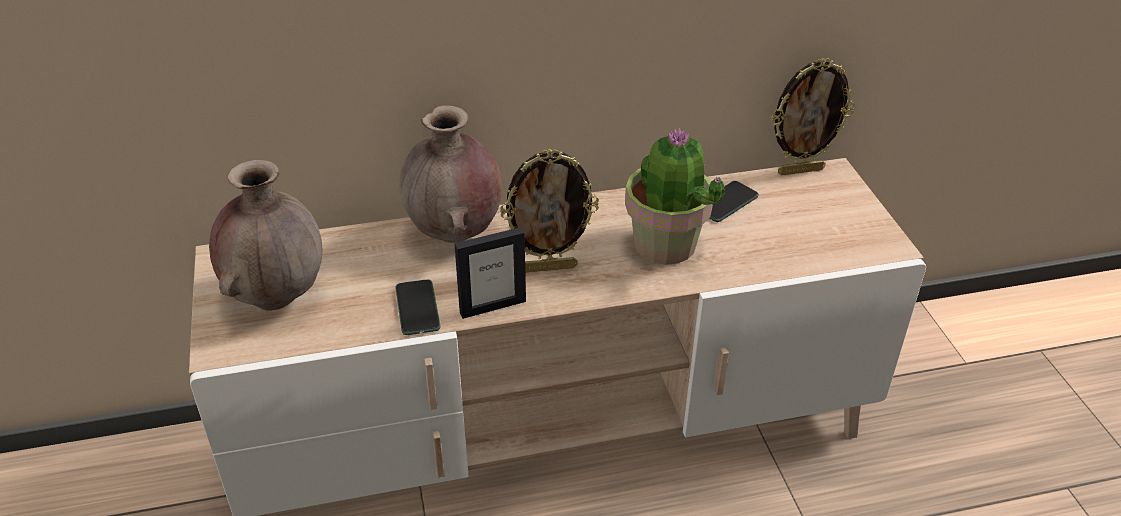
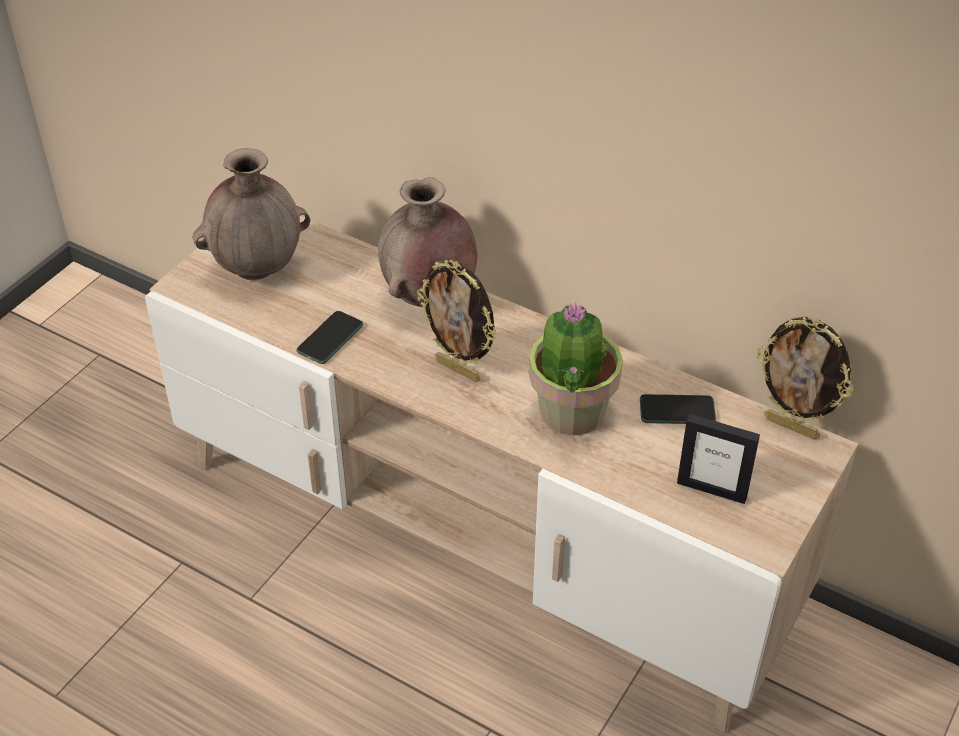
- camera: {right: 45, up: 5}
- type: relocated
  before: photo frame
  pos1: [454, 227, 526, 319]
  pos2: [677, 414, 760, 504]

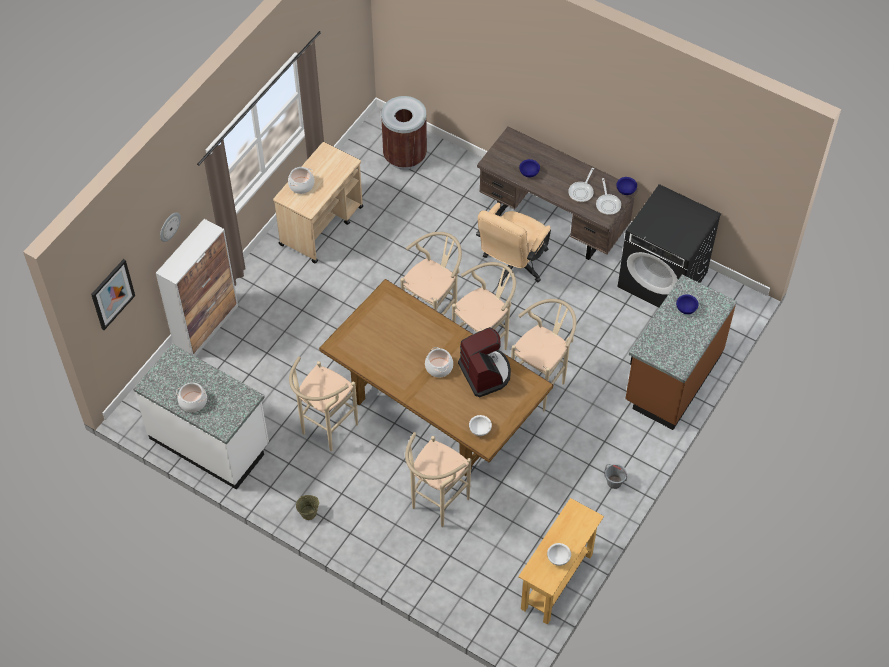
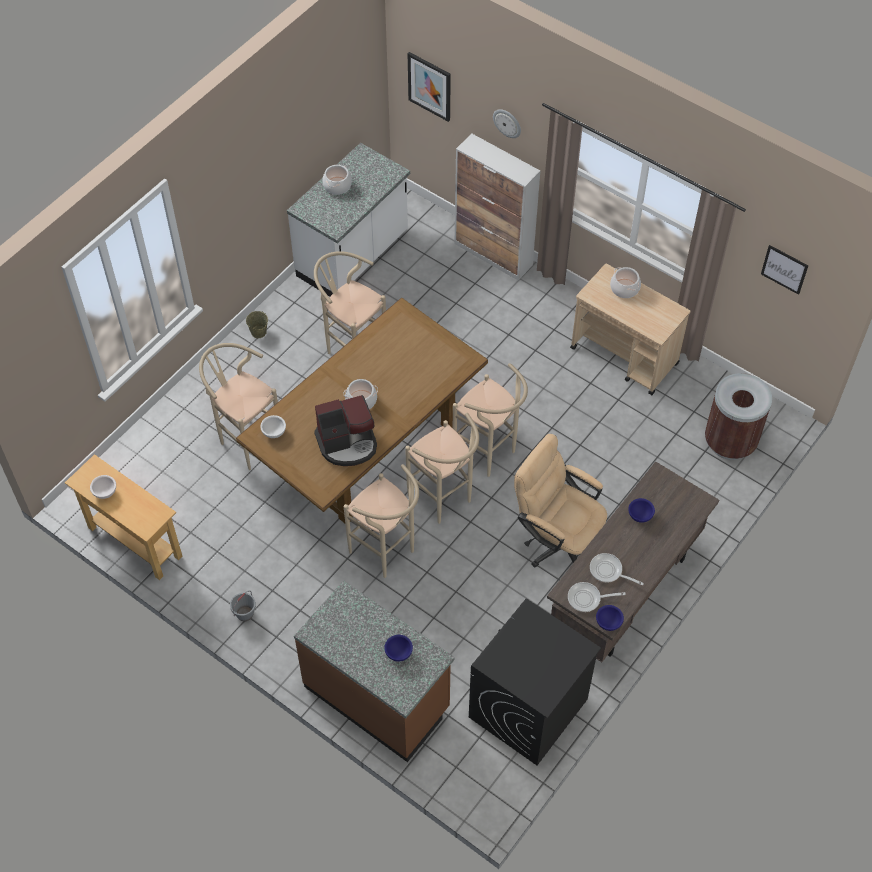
- camera: {right: 95, up: 0}
- type: appeared
  after: picture
  pos2: [761, 245, 808, 295]

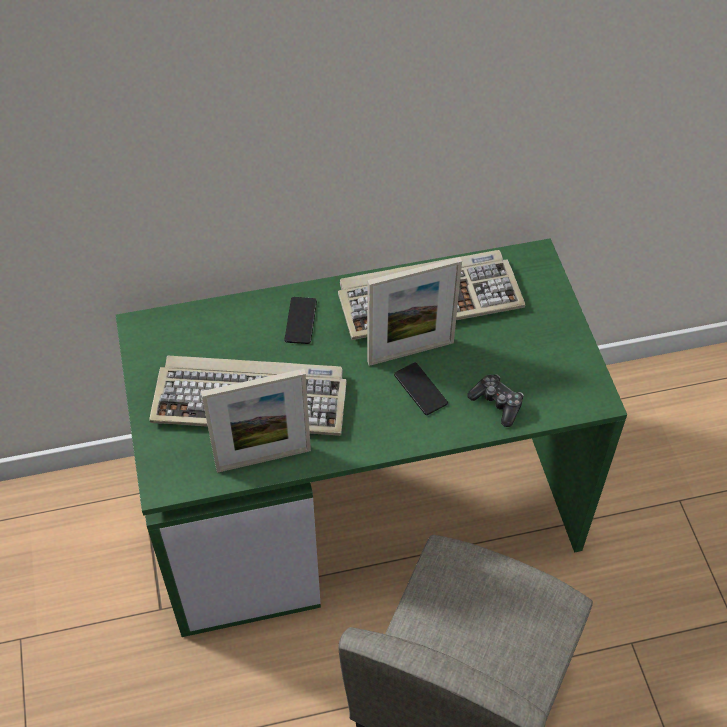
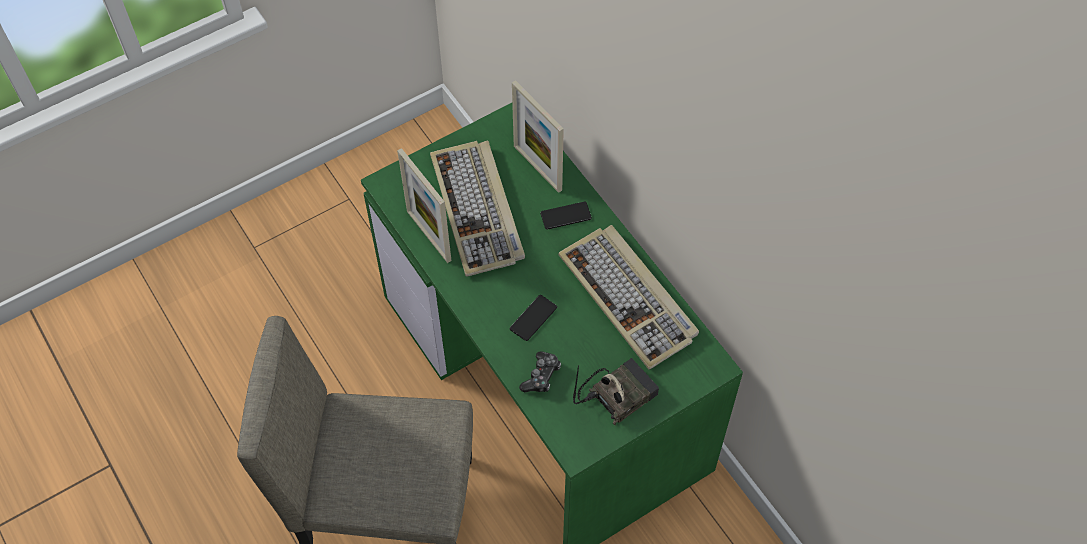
- camera: {right: 70, up: 5}
- type: relocated
  before: photo frame
  pos1: [367, 257, 462, 366]
  pos2: [512, 80, 564, 193]
- type: appeared
  after: radio
  pos2: [573, 358, 659, 425]

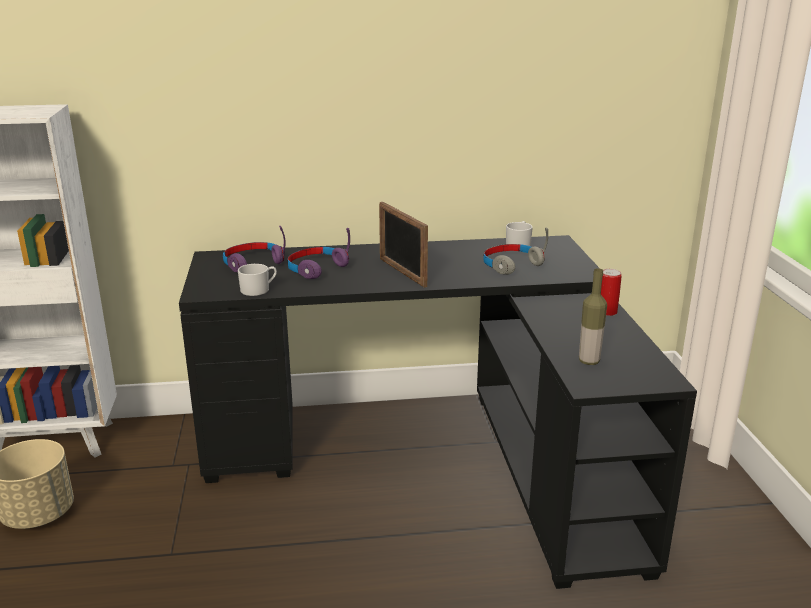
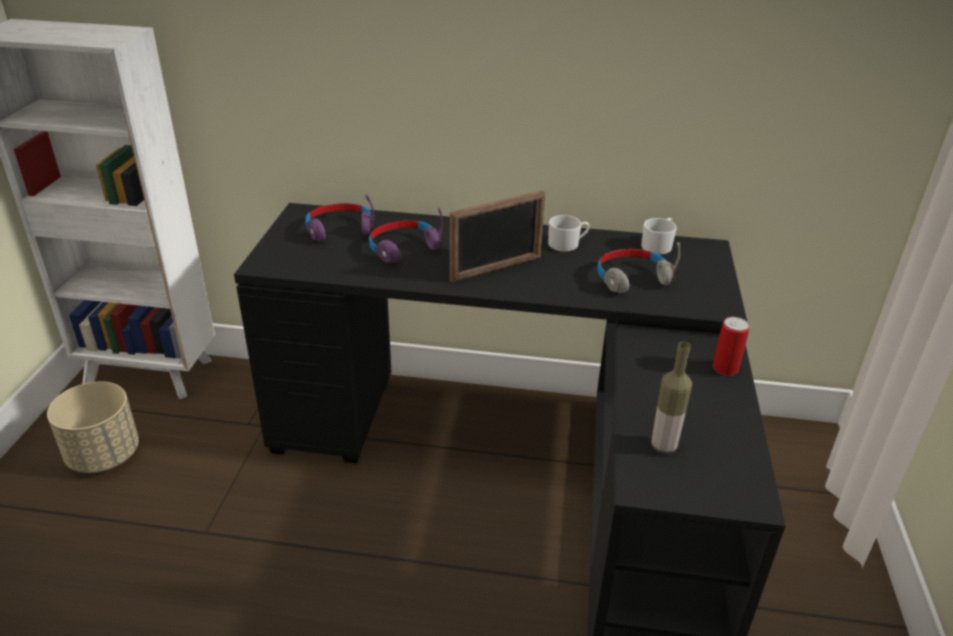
- camera: {right: 15, up: 10}
- type: spun
  before: photo frame
  pos1: [379, 202, 428, 288]
  pos2: [450, 191, 545, 282]
  turn: -105
- type: relocated
  before: white mug
  pos1: [238, 264, 277, 296]
  pos2: [548, 215, 590, 252]

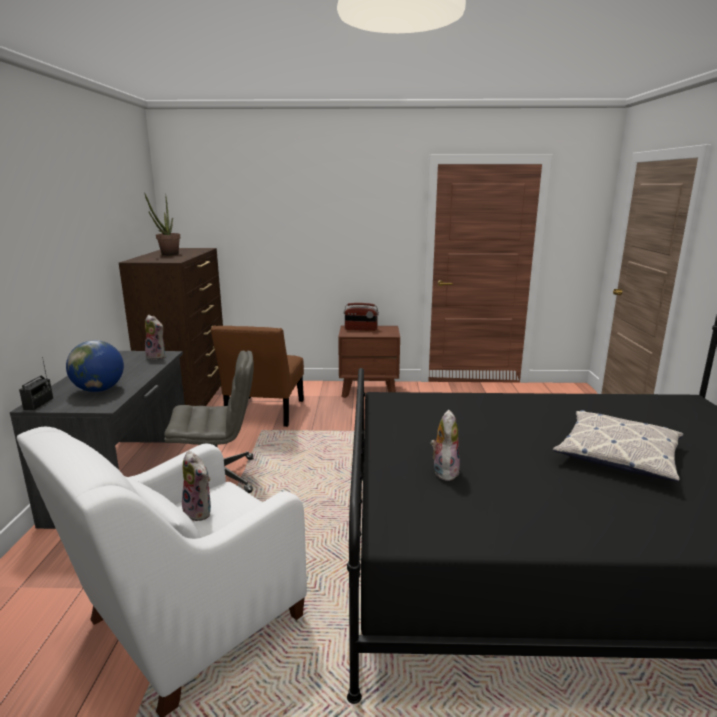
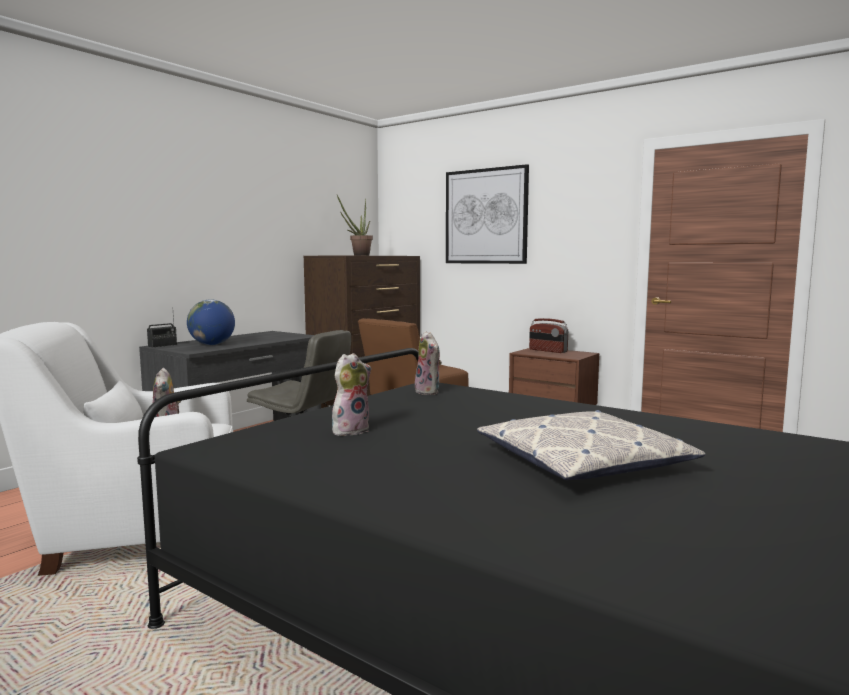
- camera: {right: 35, up: -10}
- type: relocated
  before: soft toy
  pos1: [145, 315, 165, 360]
  pos2: [415, 331, 442, 395]
- type: appeared
  after: picture
  pos2: [446, 164, 529, 264]

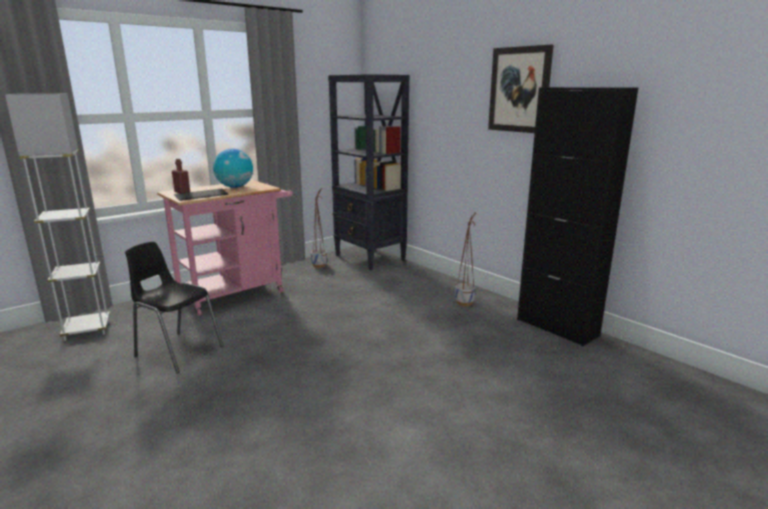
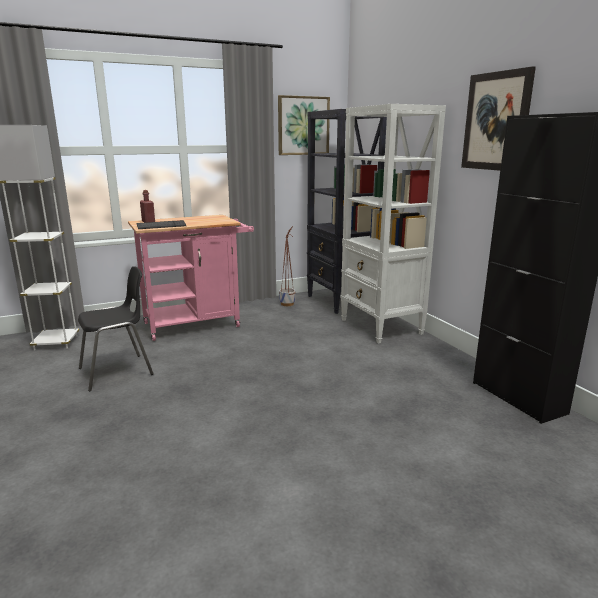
- camera: {right: 15, up: 0}
- type: spun
  before: black plain chair
  pos1: [125, 242, 223, 373]
  pos2: [78, 266, 154, 391]
  turn: 105
- type: appeared
  after: picture
  pos2: [278, 95, 330, 155]
- type: appeared
  after: white shelving unit
  pos2: [340, 104, 446, 344]
- type: missing
  before: world globe
  pos1: [213, 149, 253, 188]
- type: missing
  before: planter
  pos1: [455, 213, 476, 306]

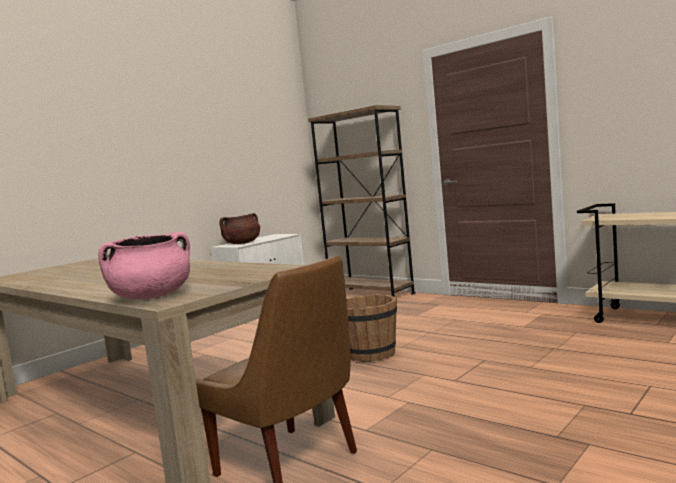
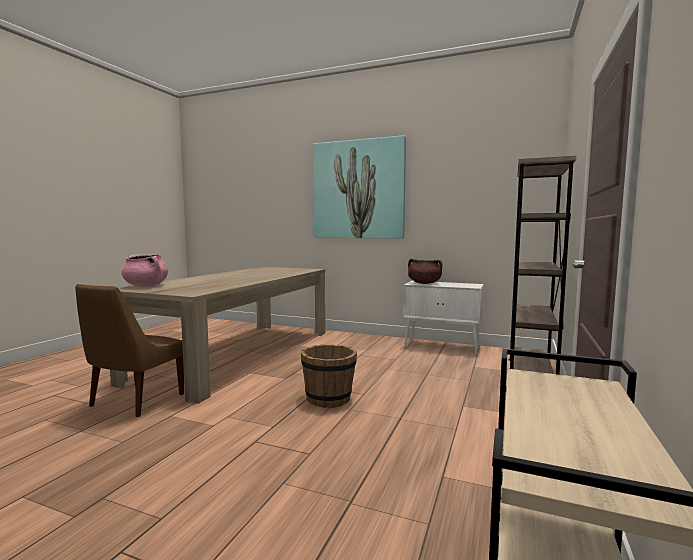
- camera: {right: 70, up: 0}
- type: appeared
  after: picture
  pos2: [313, 135, 406, 239]

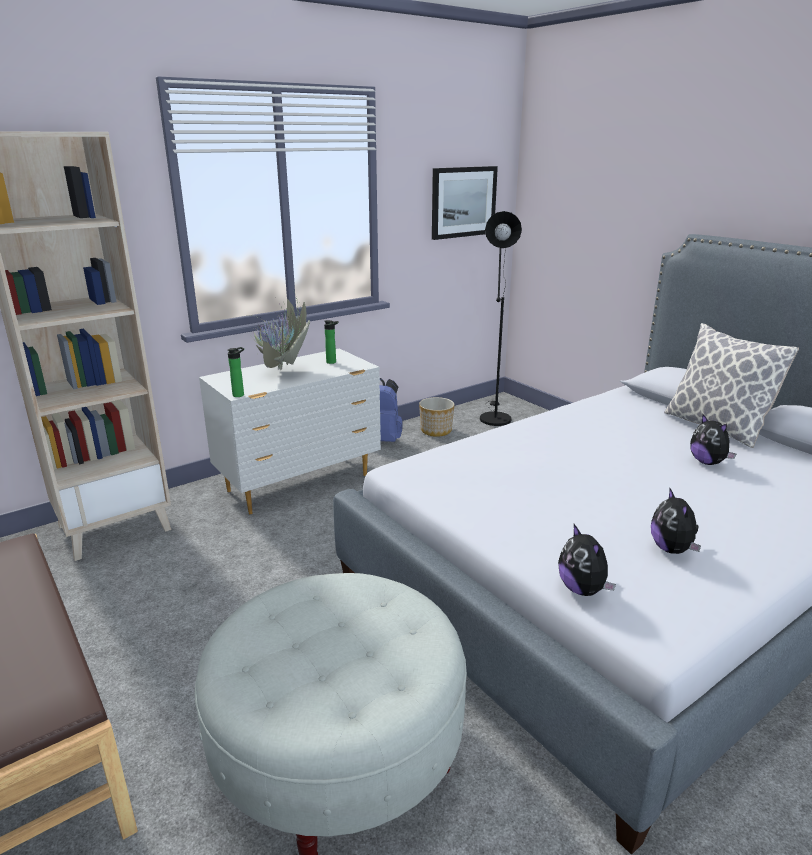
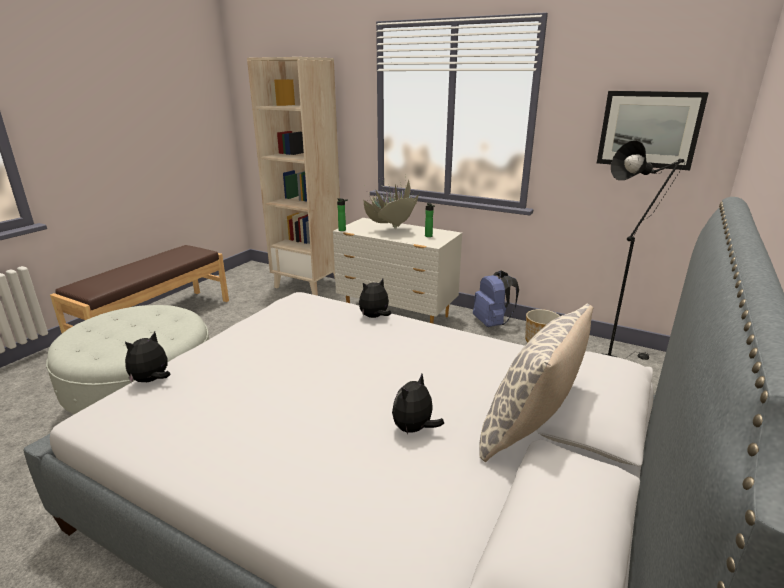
- camera: {right: 65, up: 0}
- type: relocated
  before: soft toy
  pos1: [651, 487, 701, 554]
  pos2: [359, 279, 391, 318]

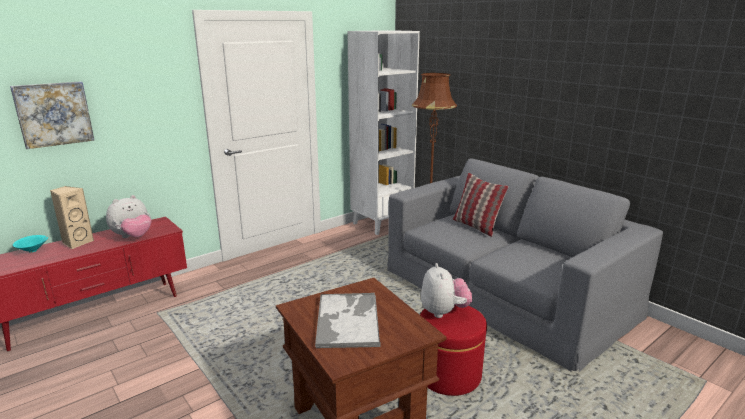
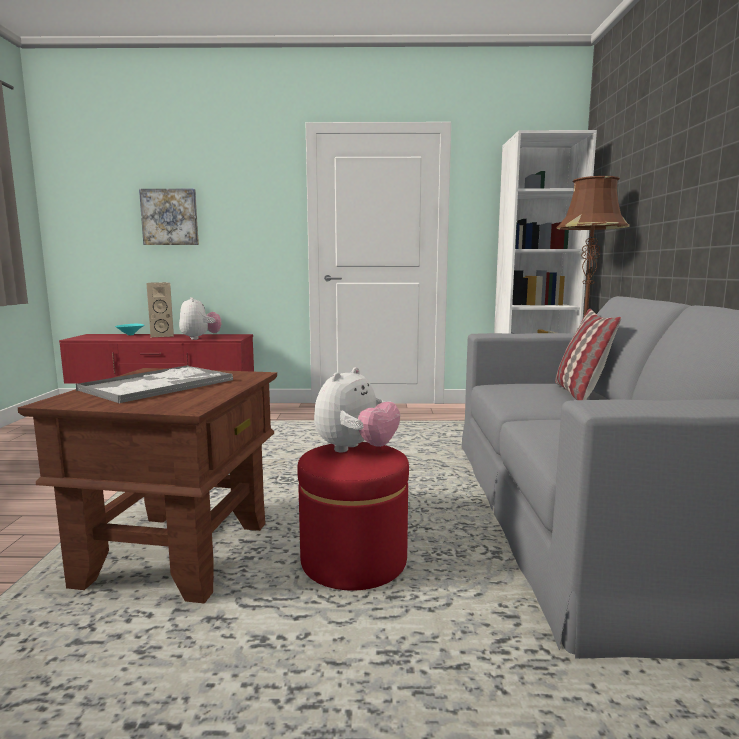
- camera: {right: 40, up: -10}
- type: spun
  before: soft toy
  pos1: [106, 195, 151, 238]
  pos2: [179, 297, 221, 340]
  turn: -105

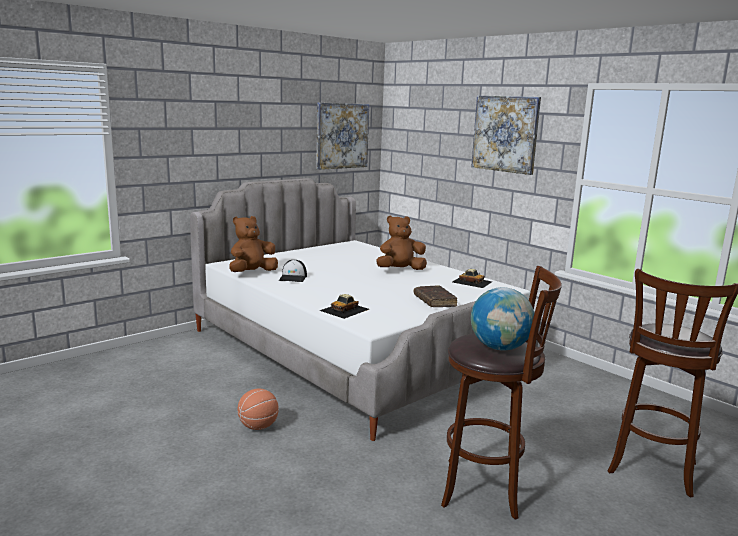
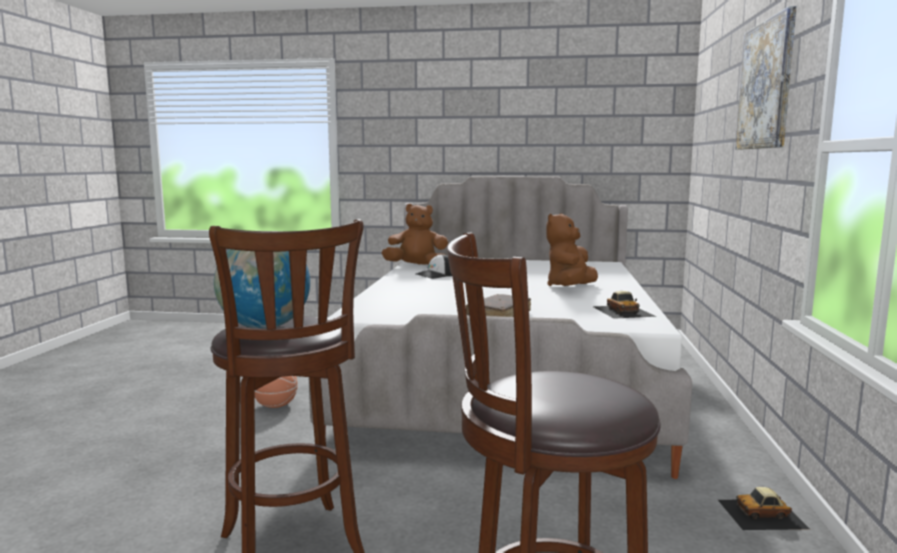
- camera: {right: 50, up: -5}
- type: spun
  before: brown soft toy
  pos1: [376, 215, 427, 270]
  pos2: [546, 213, 598, 286]
  turn: -90
- type: relocated
  before: toy car
  pos1: [319, 294, 369, 319]
  pos2: [718, 487, 810, 530]
- type: missing
  before: picture
  pos1: [316, 103, 369, 170]

